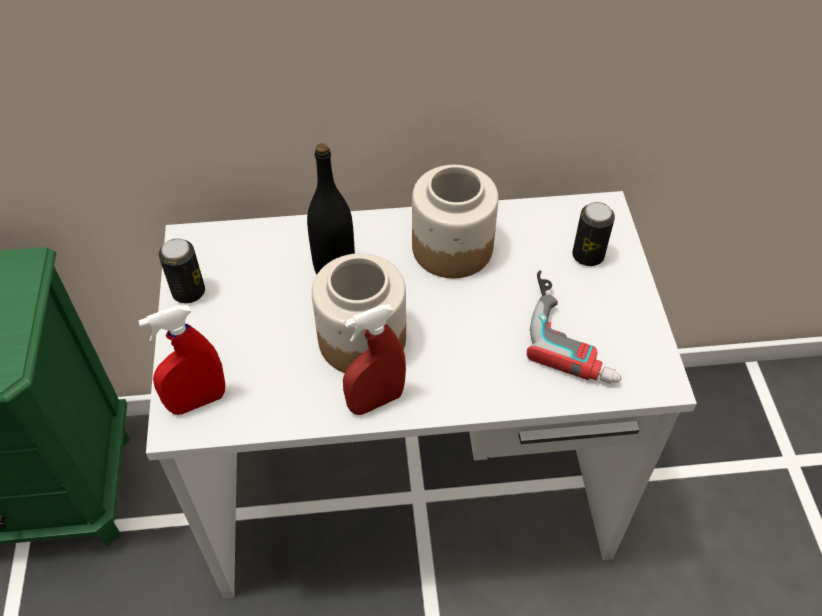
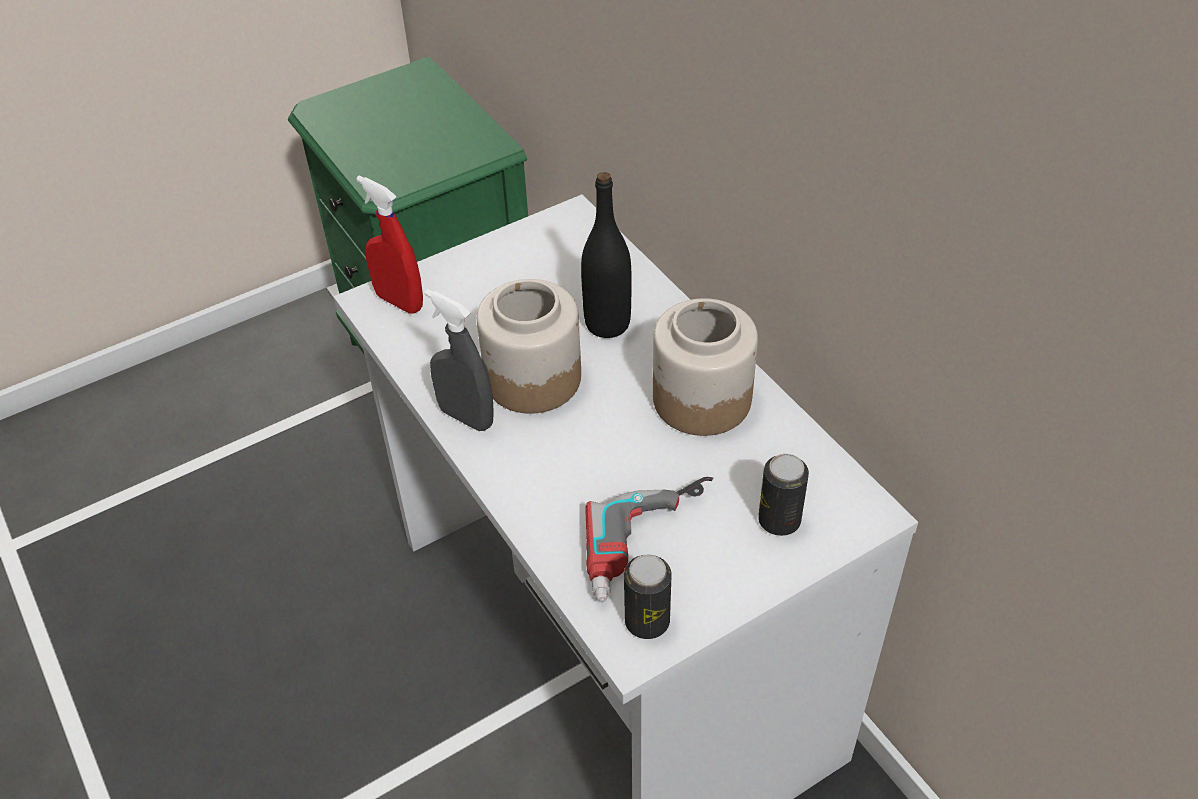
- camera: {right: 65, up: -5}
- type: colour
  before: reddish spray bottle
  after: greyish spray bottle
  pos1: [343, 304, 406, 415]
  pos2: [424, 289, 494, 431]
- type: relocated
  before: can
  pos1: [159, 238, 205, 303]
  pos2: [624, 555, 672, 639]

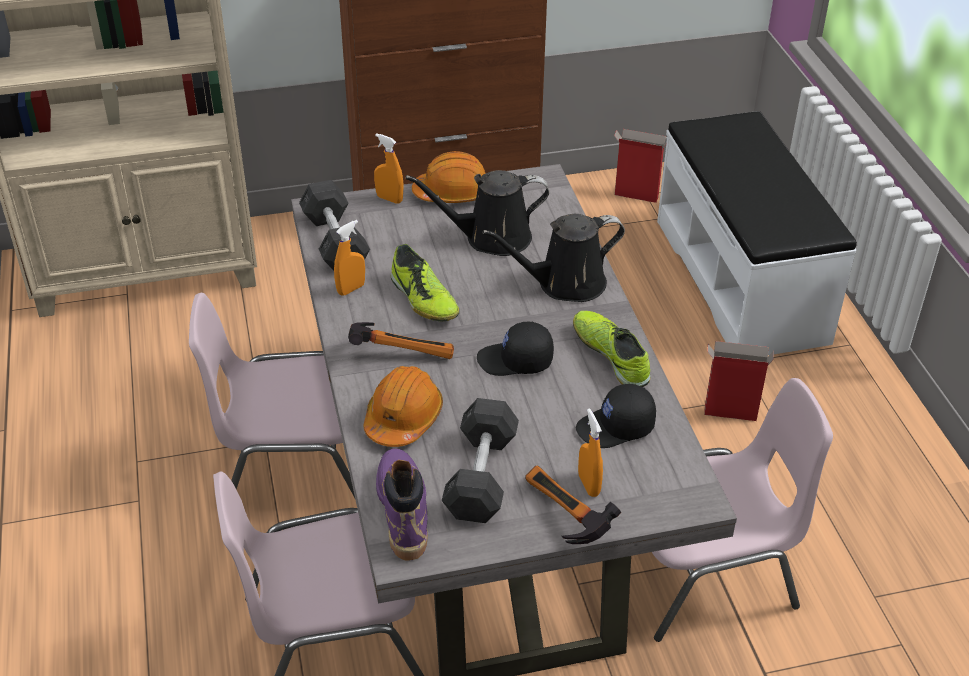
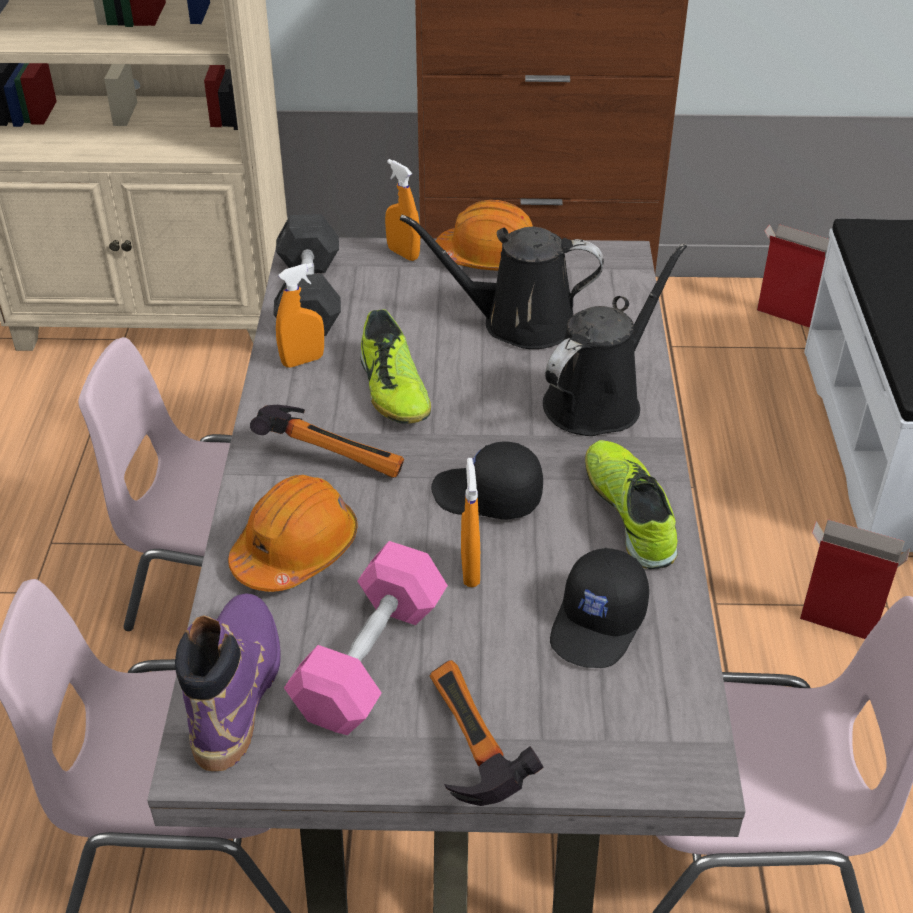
- camera: {right: 15, up: 0}
- type: colour
  before: greyish dumbbell
  after: pink-coloured dumbbell
  pos1: [442, 398, 519, 523]
  pos2: [284, 541, 448, 735]
- type: relocated
  before: orange spray bottle
  pos1: [578, 408, 603, 497]
  pos2: [461, 458, 480, 587]
- type: spun
  before: black sprinkling can
  pos1: [482, 214, 625, 302]
  pos2: [543, 243, 687, 436]
  turn: 135
- type: spun
  before: black cap
  pos1: [576, 384, 656, 448]
  pos2: [550, 548, 649, 668]
  turn: -60

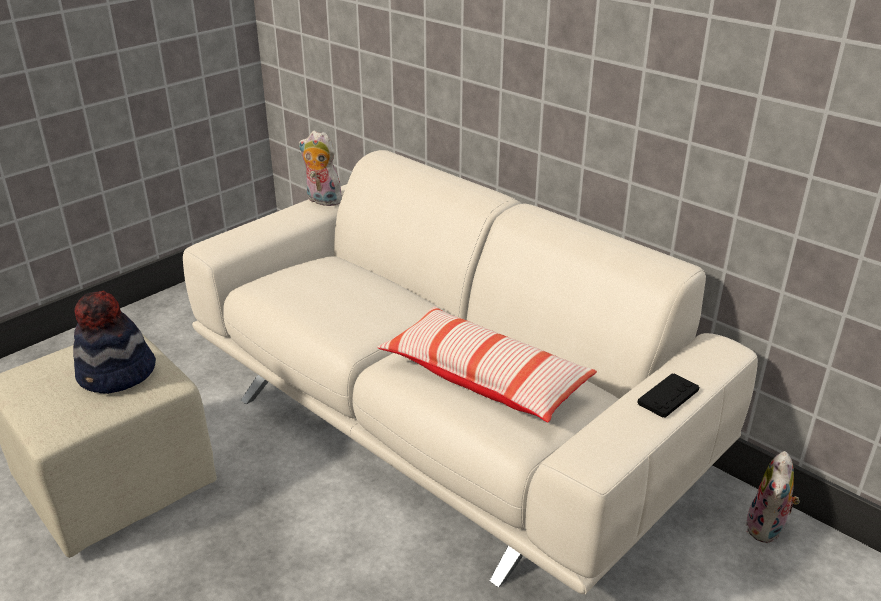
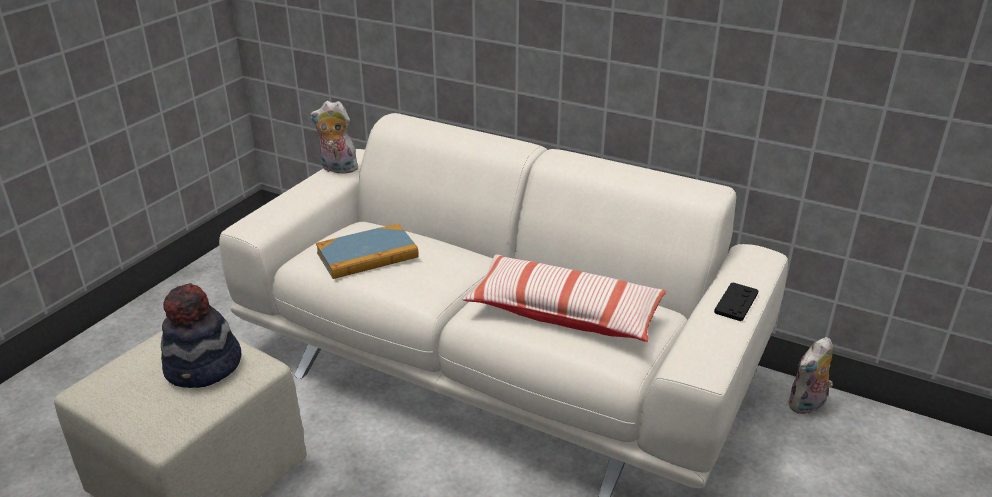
- camera: {right: -15, up: 0}
- type: appeared
  after: volume
  pos2: [316, 224, 419, 279]
- type: spun
  before: soft toy
  pos1: [745, 451, 800, 543]
  pos2: [787, 337, 833, 414]
  turn: 45

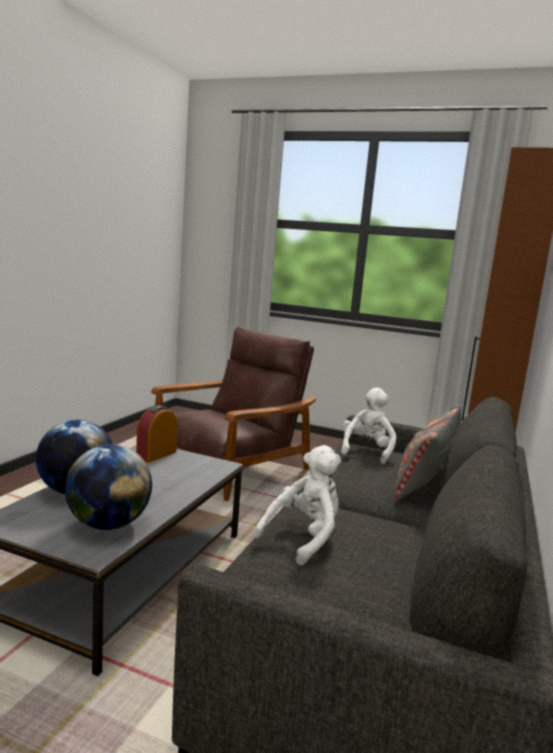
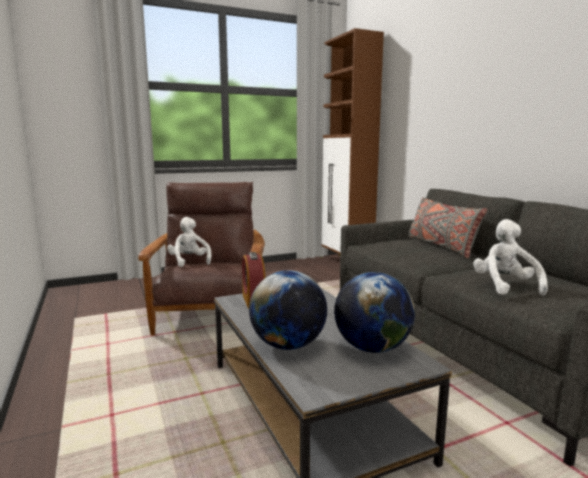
- camera: {right: -45, up: 0}
- type: relocated
  before: white soft toy
  pos1: [341, 387, 396, 464]
  pos2: [167, 217, 211, 267]

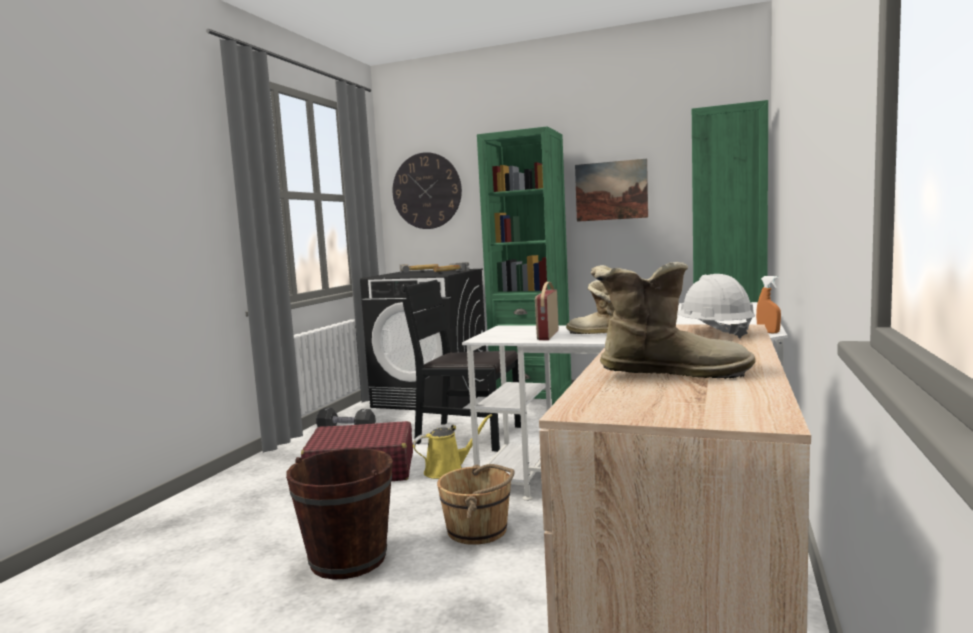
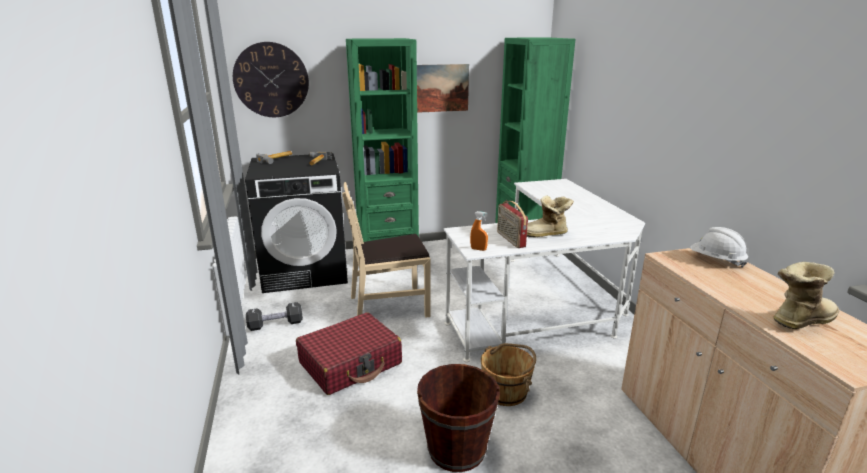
- camera: {right: -35, up: 15}
- type: colour
  before: black plain chair
  after: sand-coloured plain chair
  pos1: [403, 280, 521, 452]
  pos2: [342, 182, 431, 318]
- type: relocated
  before: orange spray bottle
  pos1: [756, 276, 781, 334]
  pos2: [470, 211, 488, 251]
- type: missing
  before: yellow sprinkling can
  pos1: [413, 414, 492, 479]

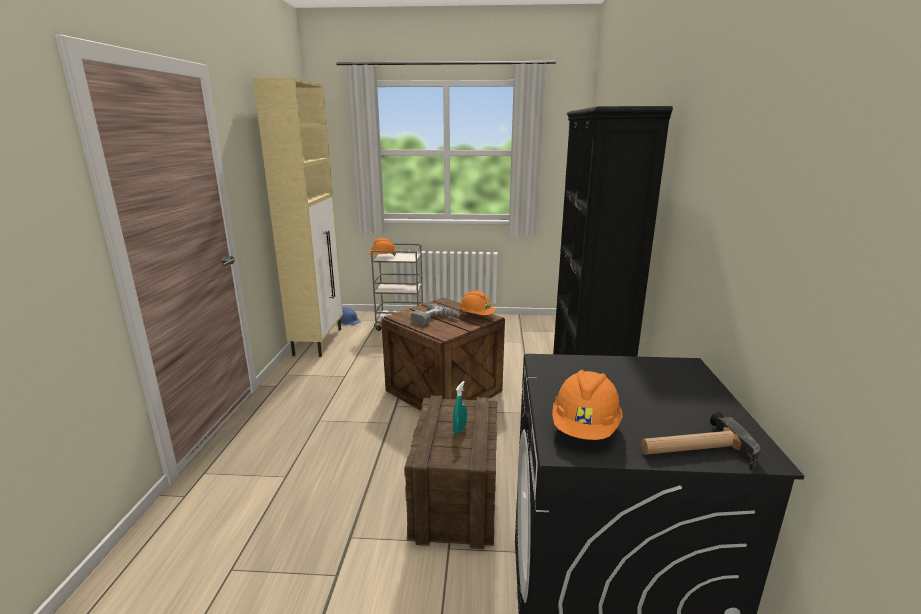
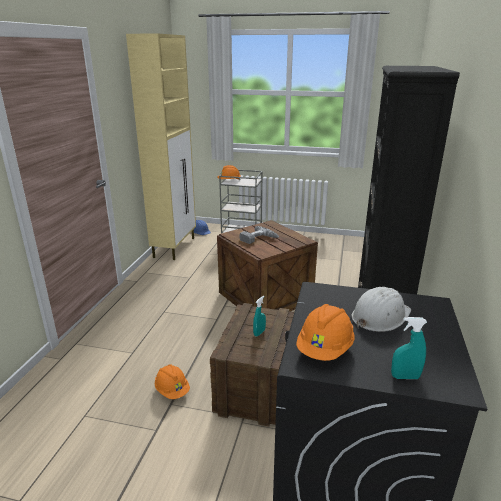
- camera: {right: 10, up: 5}
- type: relocated
  before: orange hard hat
  pos1: [460, 290, 495, 315]
  pos2: [155, 364, 190, 399]
- type: appeared
  after: white hard hat
  pos2: [352, 287, 411, 332]
- type: exchanged
  before: hammer
  after: turquoise spray bottle
  pos1: [641, 412, 760, 470]
  pos2: [391, 317, 427, 379]

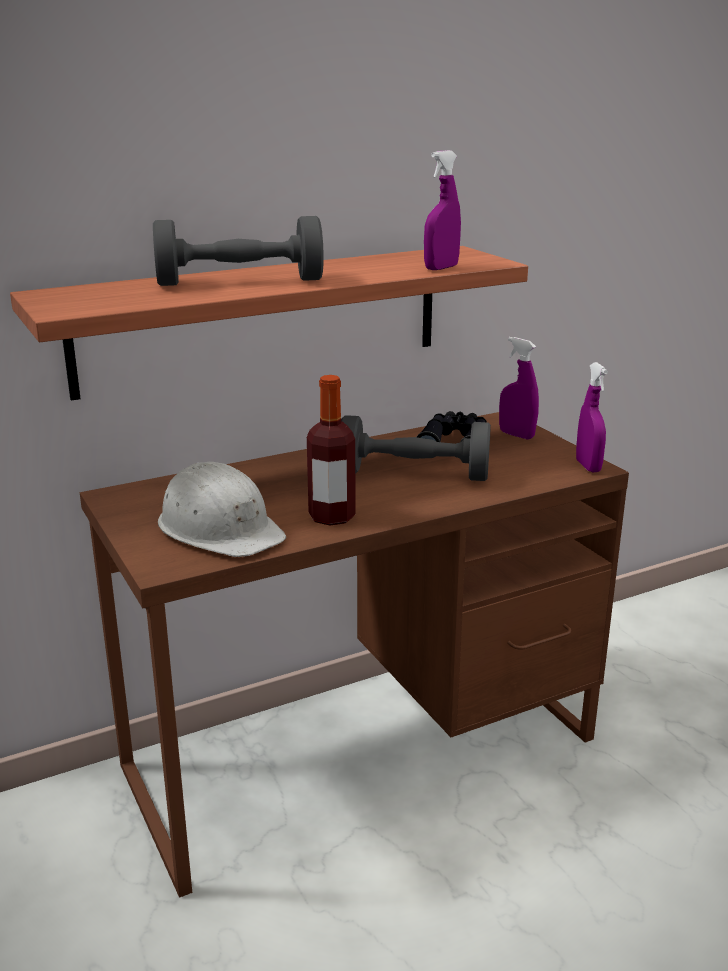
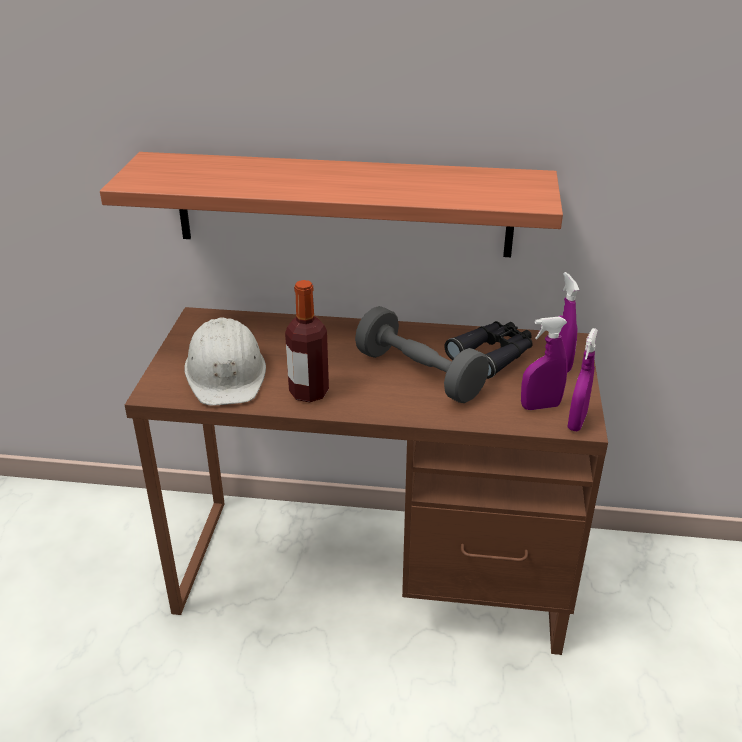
- camera: {right: 35, up: 10}
- type: relocated
  before: purplish spray bottle
  pos1: [424, 150, 461, 270]
  pos2: [521, 316, 568, 410]
- type: missing
  before: greyish dumbbell
  pos1: [153, 216, 324, 286]

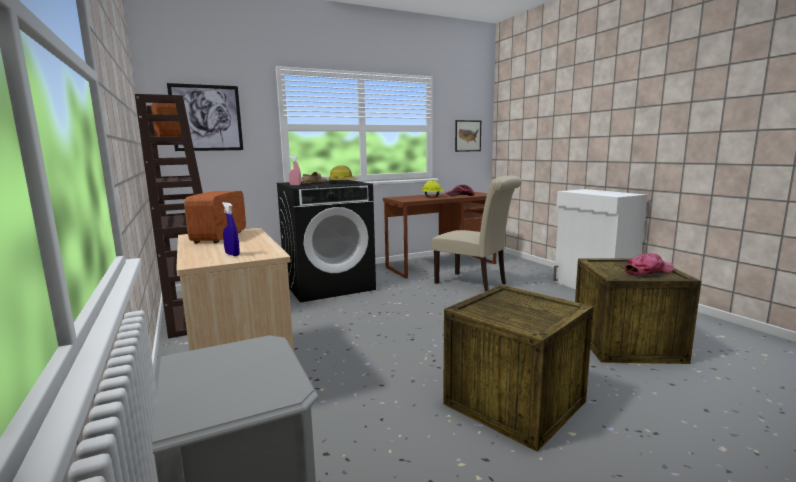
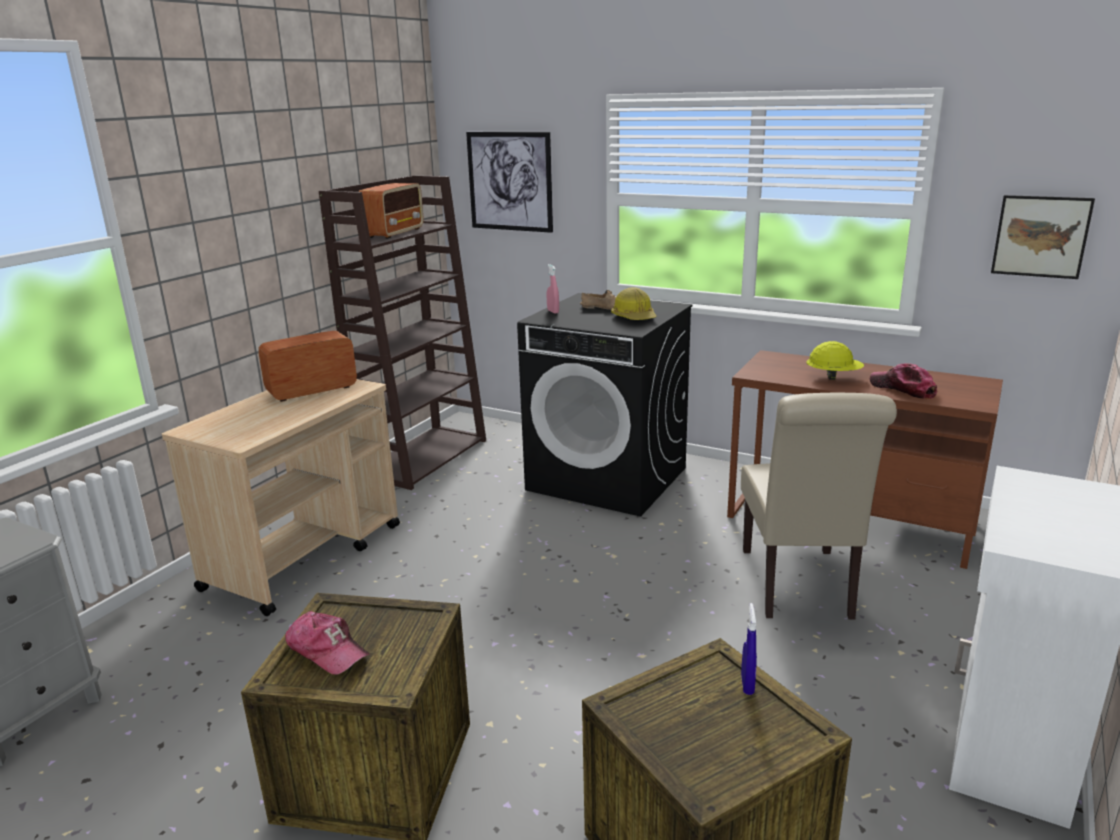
- camera: {right: 55, up: 10}
- type: relocated
  before: cap
  pos1: [624, 253, 674, 276]
  pos2: [285, 611, 370, 675]
- type: relocated
  before: bluish spray bottle
  pos1: [222, 202, 240, 256]
  pos2: [741, 603, 757, 695]

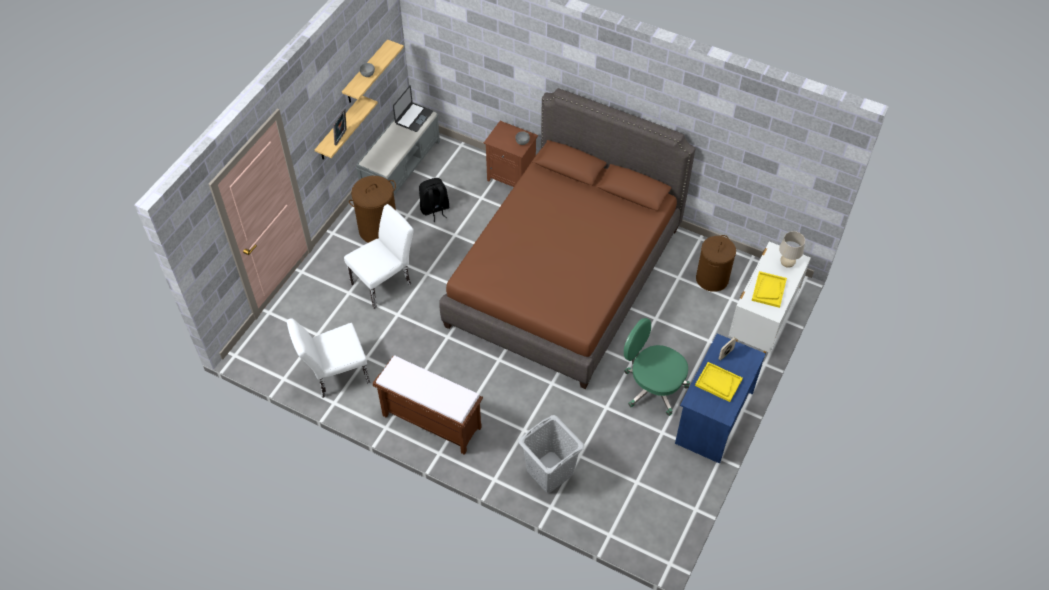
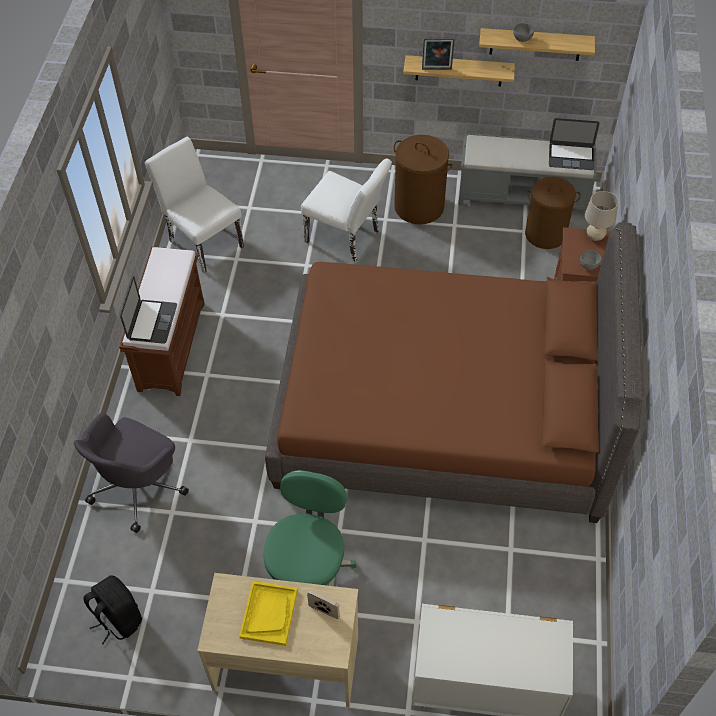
- camera: {right: 70, up: 0}
- type: exchanged
  before: greyish washing basket
  after: greyish computer chair
  pos1: [518, 415, 584, 493]
  pos2: [73, 413, 189, 533]
- type: relocated
  before: black backpack
  pos1: [419, 178, 450, 222]
  pos2: [83, 575, 142, 644]
- type: appeared
  after: portable computer
  pos2: [120, 276, 177, 344]
- type: colour
  before: bluish desk
  after: sand-coloured desk
  pos1: [675, 334, 766, 464]
  pos2: [197, 573, 358, 708]
- type: relocated
  before: brown washing basket
  pos1: [696, 235, 736, 292]
  pos2: [525, 176, 581, 249]
- type: relocated
  before: sand-coloured table lamp
  pos1: [779, 231, 805, 268]
  pos2: [585, 191, 618, 241]
- type: missing
  before: yellow serving tray
  pos1: [752, 271, 787, 308]

